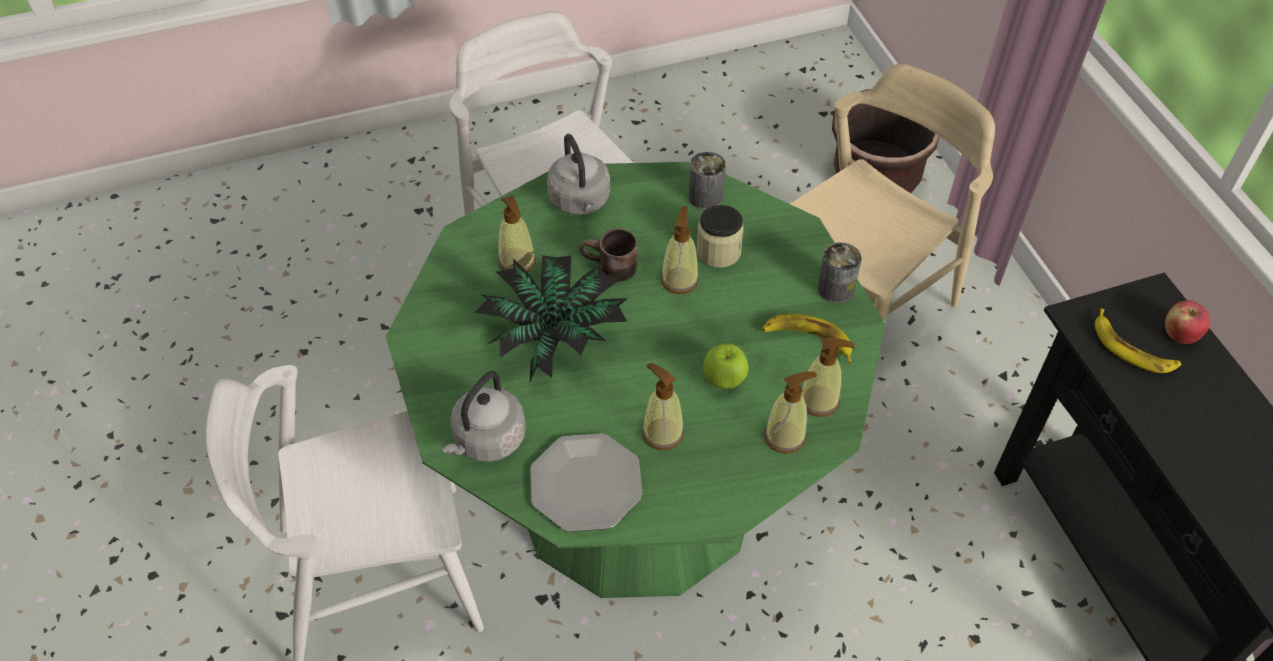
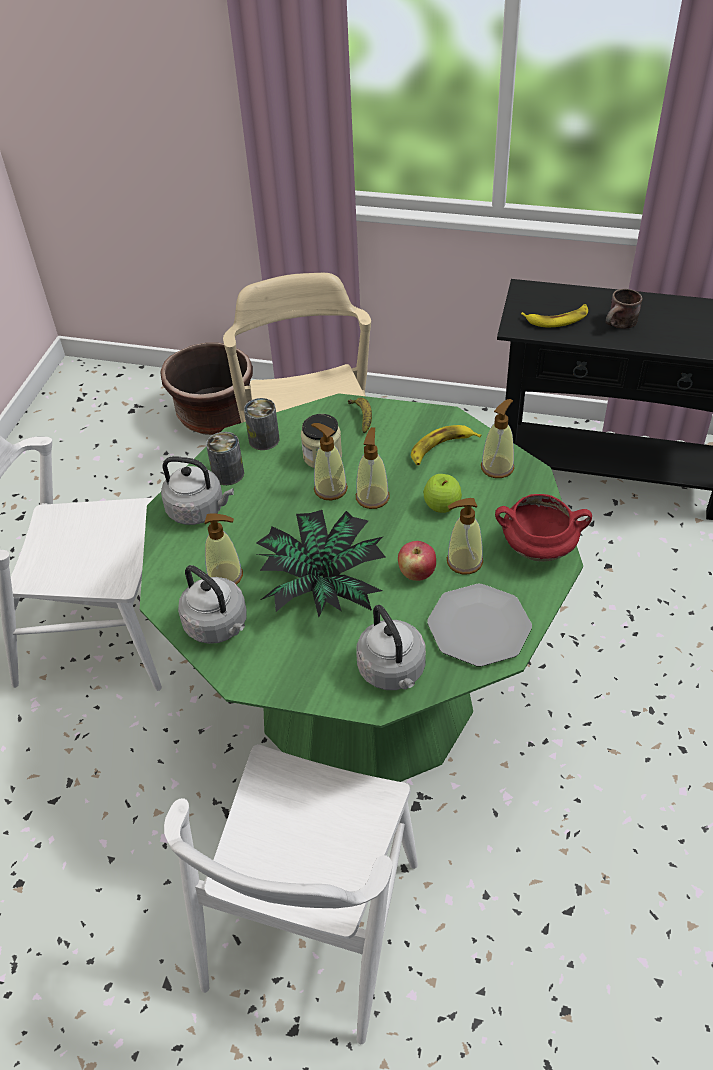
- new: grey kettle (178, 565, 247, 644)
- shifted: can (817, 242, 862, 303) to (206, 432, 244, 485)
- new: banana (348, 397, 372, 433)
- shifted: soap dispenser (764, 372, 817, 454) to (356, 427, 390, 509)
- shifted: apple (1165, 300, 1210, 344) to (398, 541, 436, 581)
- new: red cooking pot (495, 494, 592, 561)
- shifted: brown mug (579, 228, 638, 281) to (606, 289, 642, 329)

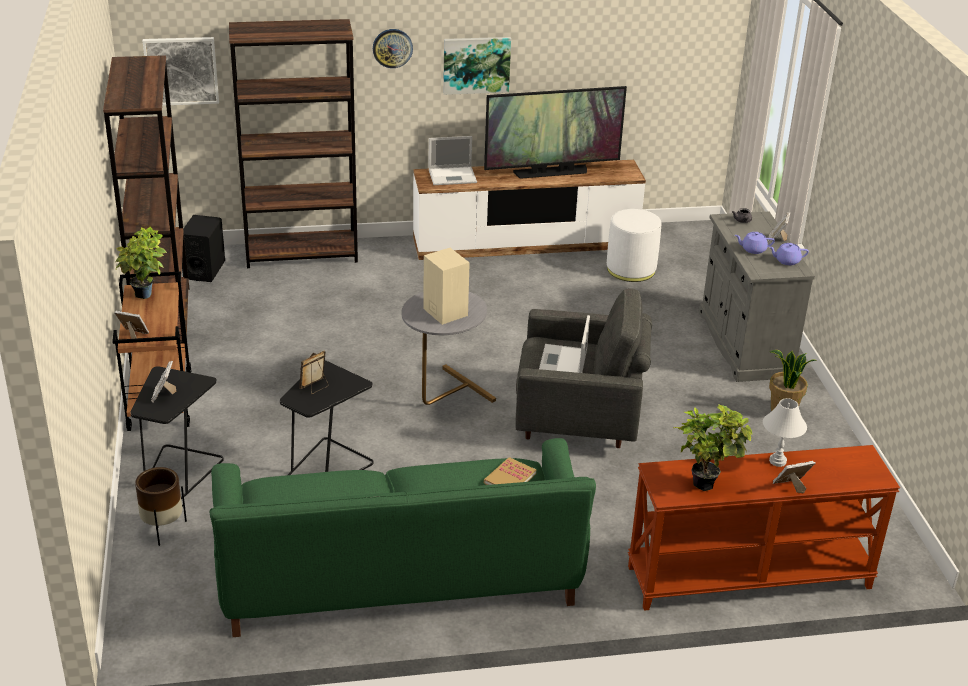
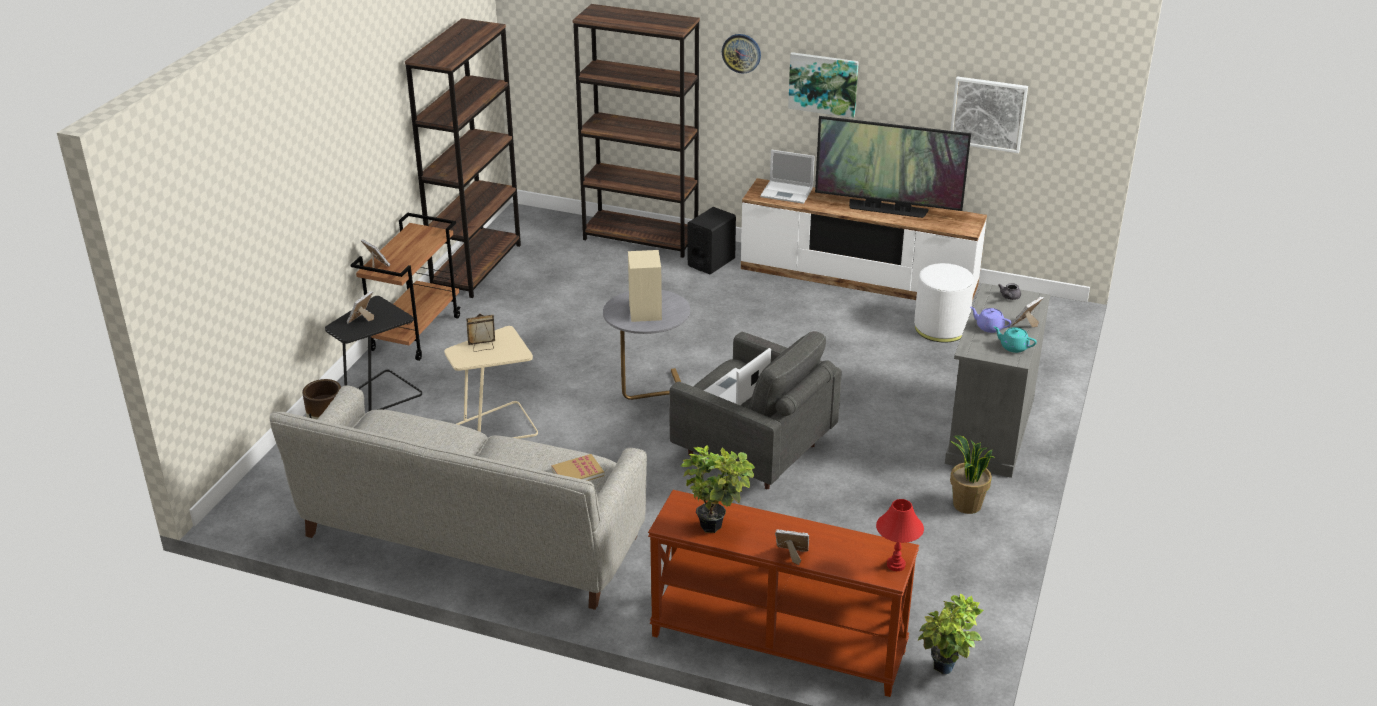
- repainted: green sofa (210, 438, 596, 637) to grey sofa (269, 385, 647, 610)
- repainted: black side table (280, 360, 374, 475) to beige side table (444, 326, 538, 439)
- shifted: black speaker (182, 215, 225, 282) to (688, 207, 736, 274)
- new: red table lamp (876, 499, 924, 571)
- shifted: potted plant (115, 227, 167, 299) to (918, 593, 983, 674)
- shifted: picture (143, 37, 219, 106) to (950, 76, 1028, 153)
- repainted: purple teapot (769, 243, 809, 265) to turquoise teapot (993, 326, 1037, 353)
- gone: white table lamp (763, 398, 807, 467)

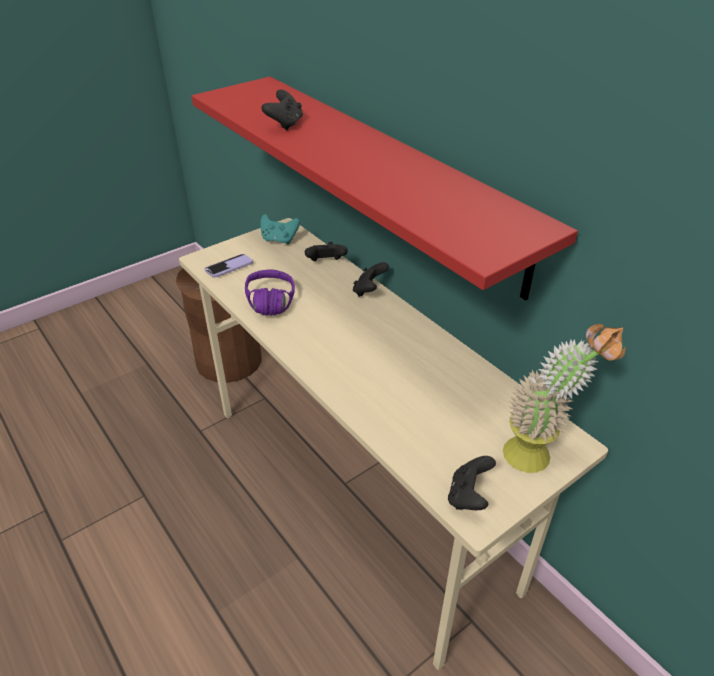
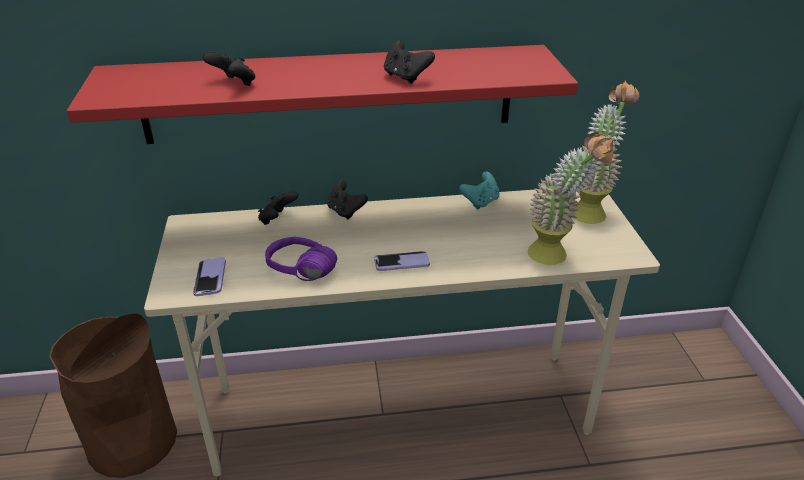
- new: phone (374, 251, 430, 271)
- shifted: black game controller (448, 456, 496, 510) to (384, 40, 435, 84)
- shifted: turquoise game controller (260, 214, 300, 244) to (459, 171, 500, 210)
- new: potted plant (527, 132, 615, 265)

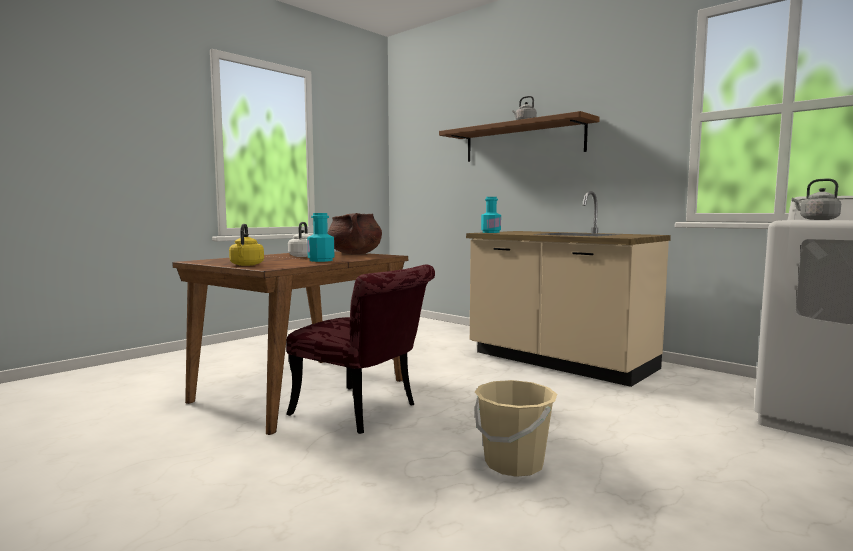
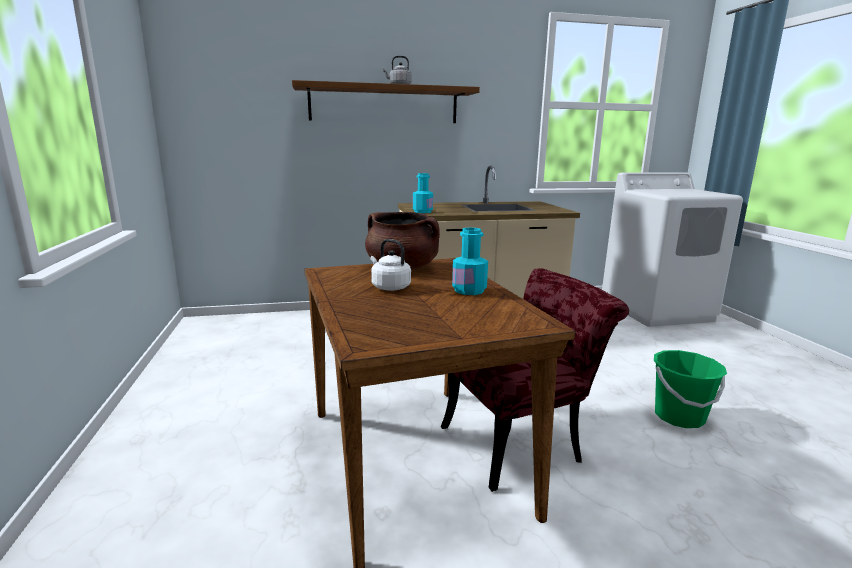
- repainted: beige bucket (475, 380, 557, 477) to green bucket (654, 350, 727, 428)
- gone: yellow kettle (229, 224, 264, 266)
- gone: grey kettle (792, 179, 841, 220)

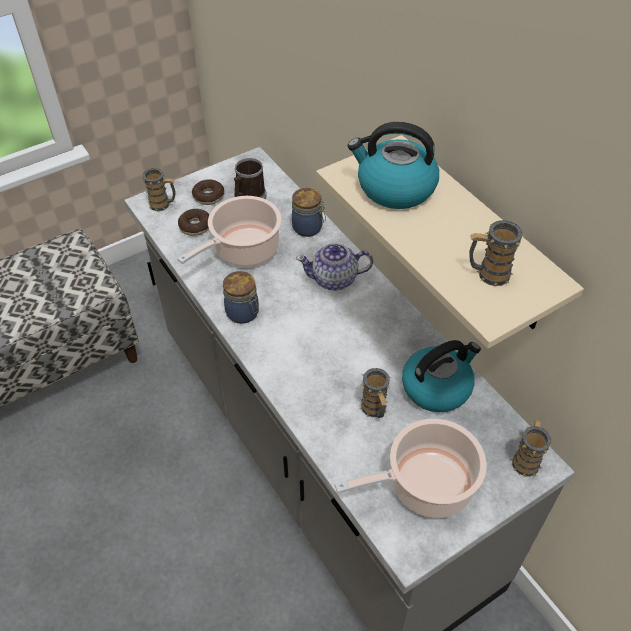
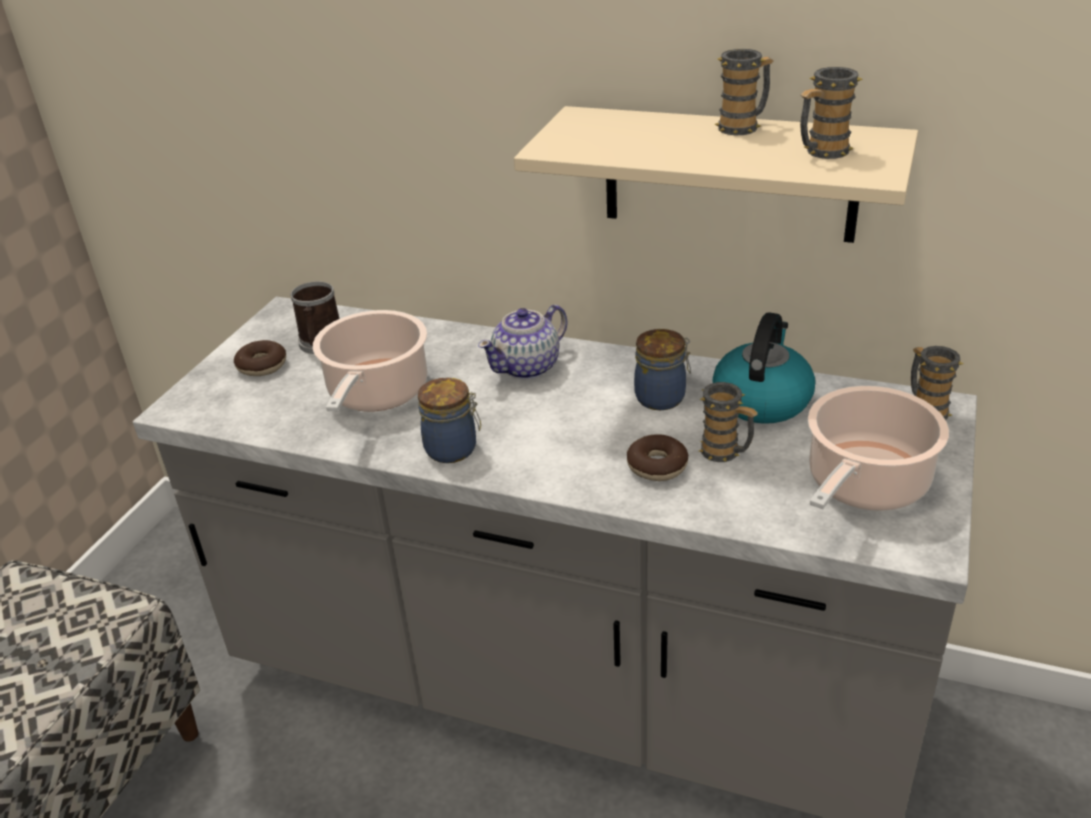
- shifted: donut (178, 209, 209, 236) to (627, 435, 688, 481)
- shifted: jar (292, 188, 326, 237) to (634, 329, 691, 410)
- shifted: mug (141, 168, 175, 211) to (715, 49, 774, 135)
- gone: kettle (348, 122, 439, 209)

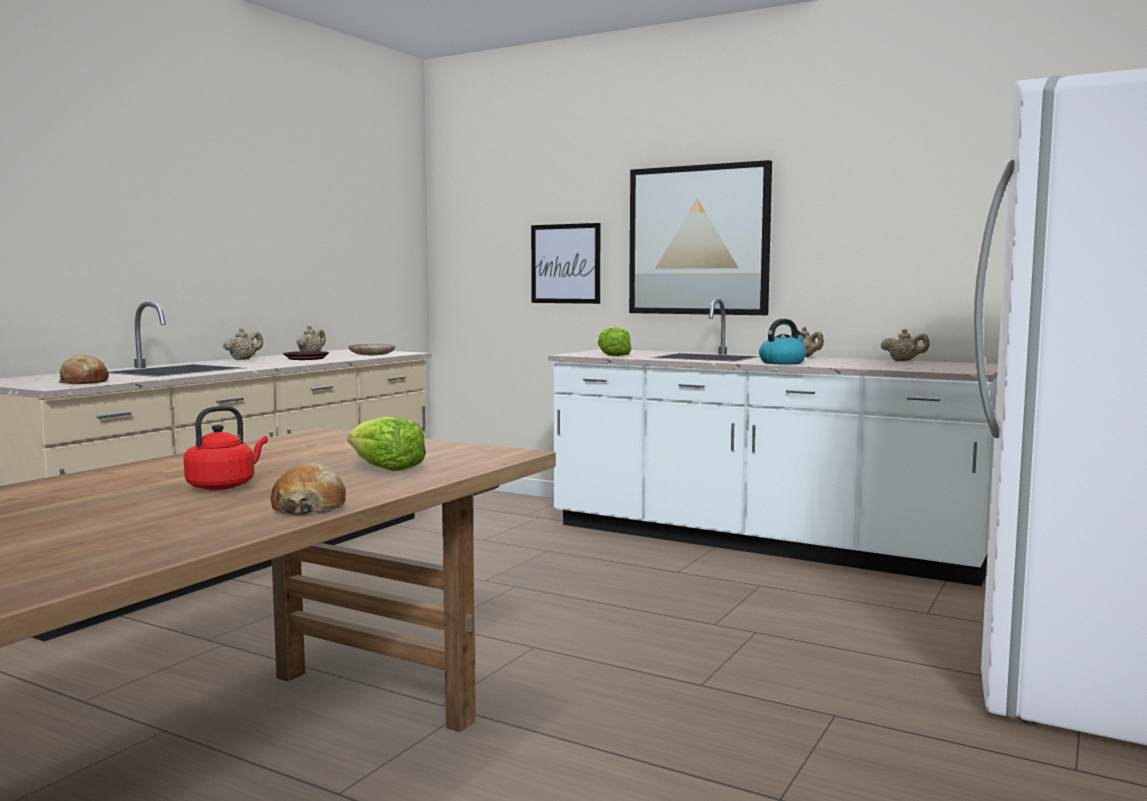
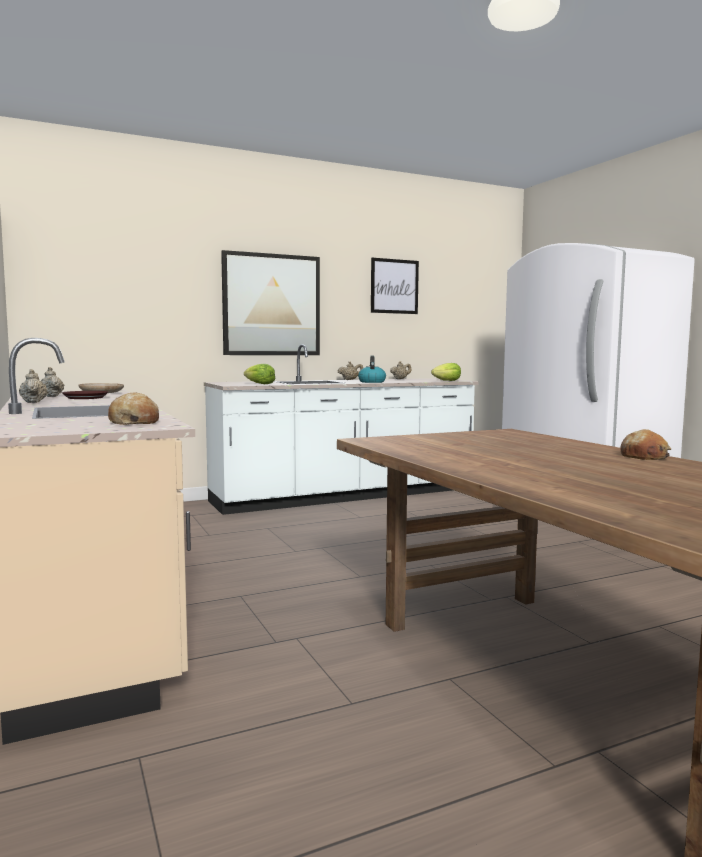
- shifted: picture (531, 223, 601, 304) to (371, 258, 419, 314)
- shifted: lettuce (348, 416, 426, 471) to (431, 363, 461, 381)
- gone: red kettle (184, 406, 268, 490)

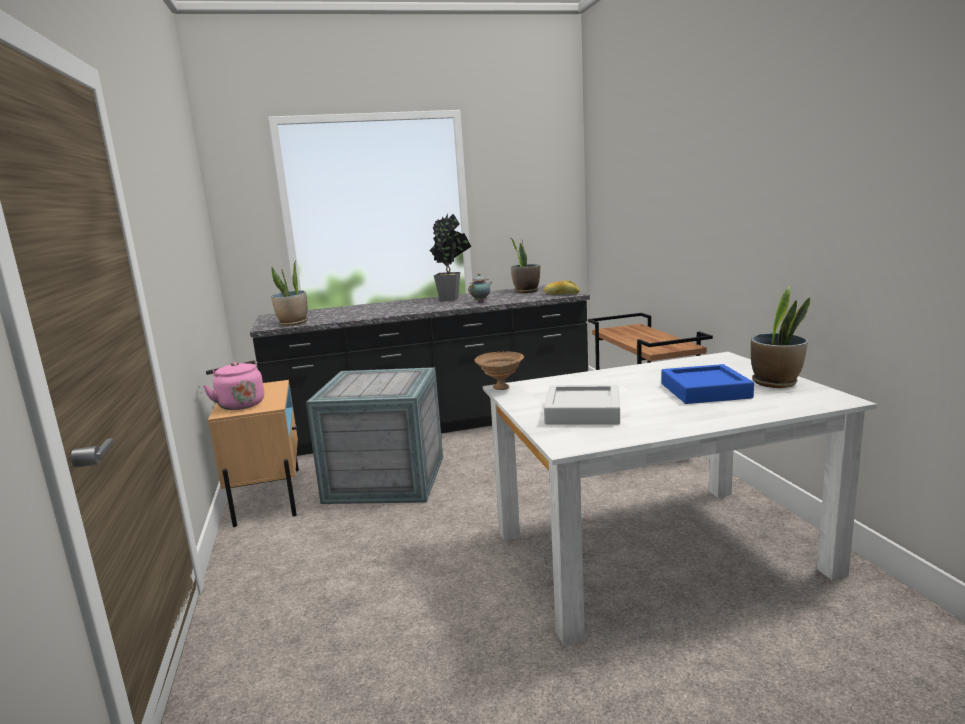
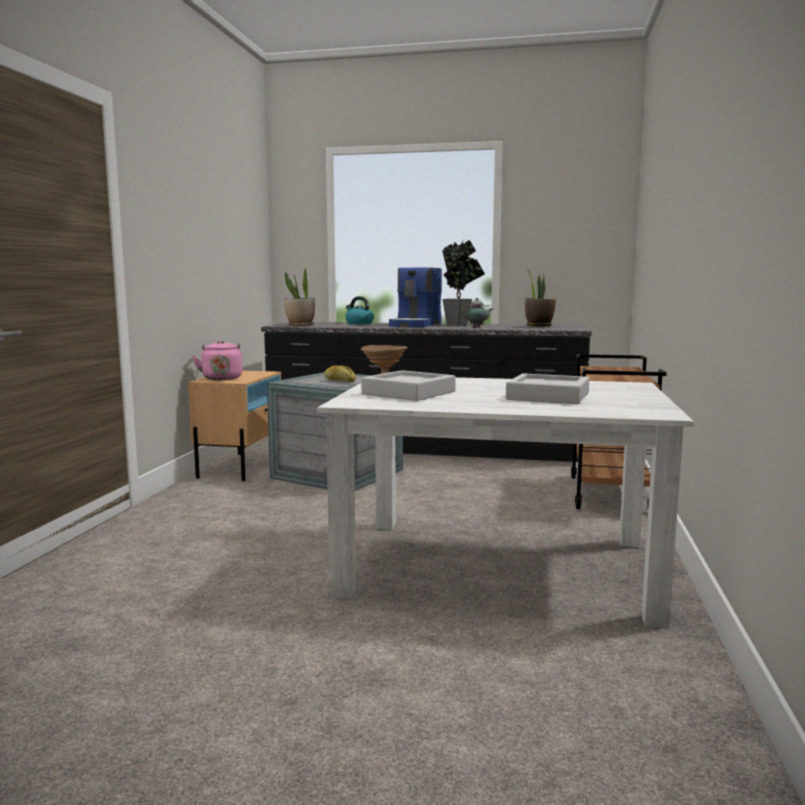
- shifted: bread (544, 281, 579, 295) to (324, 365, 356, 382)
- new: kettle (346, 296, 374, 324)
- new: coffee machine (389, 267, 442, 327)
- repainted: blue tray (661, 364, 754, 404) to grey tray (506, 373, 589, 404)
- gone: potted plant (751, 286, 811, 388)

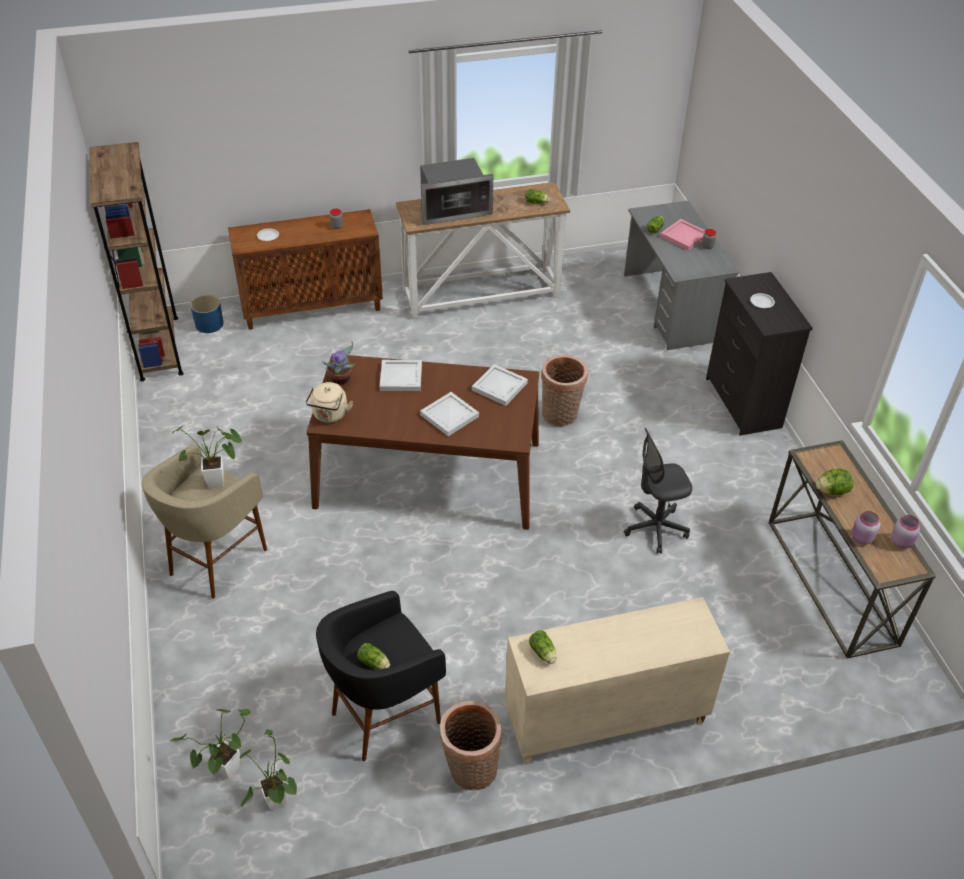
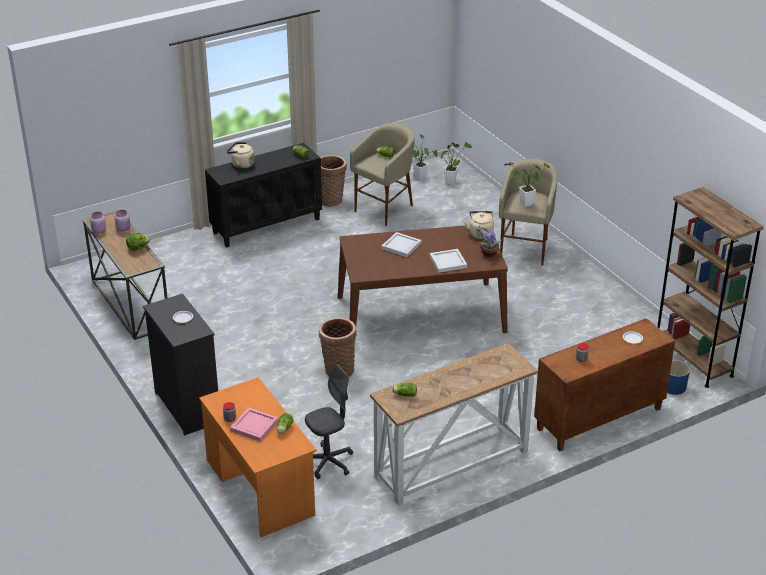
- repainted: grey desk (624, 201, 739, 350) to orange desk (199, 377, 317, 537)
- repainted: beige cabinet (505, 597, 730, 765) to black cabinet (205, 143, 322, 248)
- new: beige kettle (227, 142, 254, 169)
- shifted: grey office chair (624, 428, 692, 554) to (305, 365, 353, 479)
- repainted: black stool (316, 591, 446, 761) to beige stool (350, 123, 415, 226)
- gone: microwave (420, 158, 493, 225)
- gone: white tray (472, 364, 528, 406)

